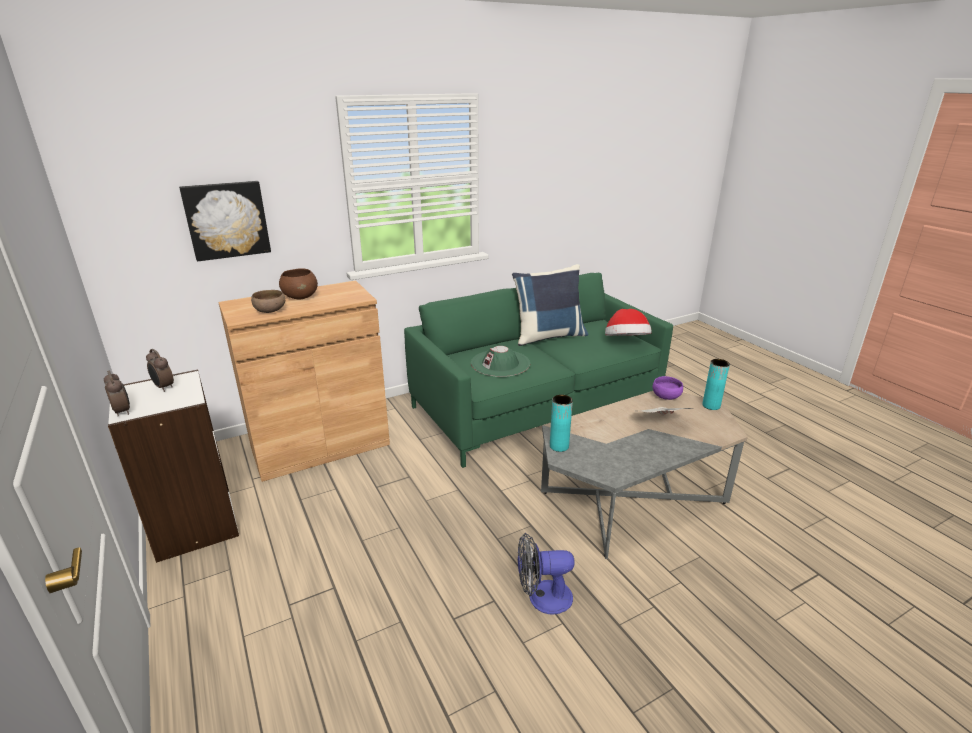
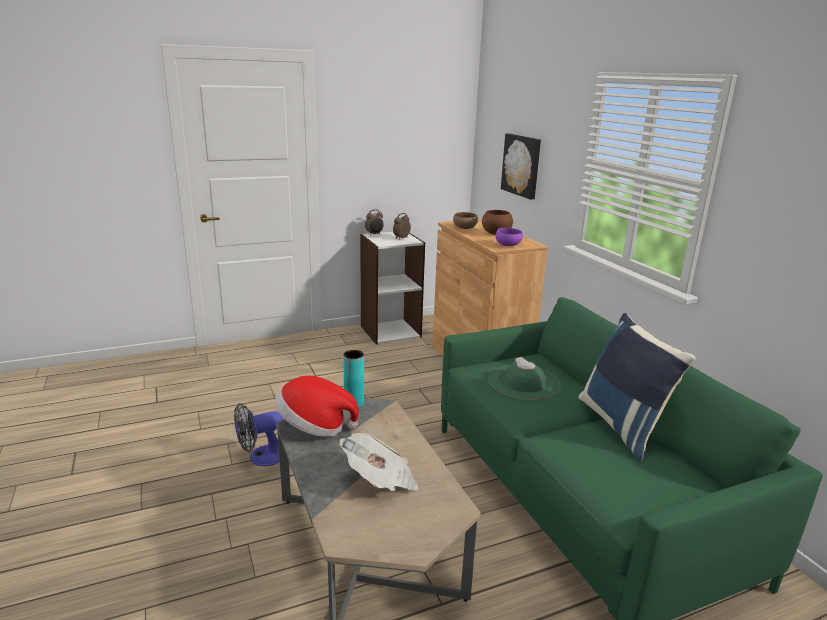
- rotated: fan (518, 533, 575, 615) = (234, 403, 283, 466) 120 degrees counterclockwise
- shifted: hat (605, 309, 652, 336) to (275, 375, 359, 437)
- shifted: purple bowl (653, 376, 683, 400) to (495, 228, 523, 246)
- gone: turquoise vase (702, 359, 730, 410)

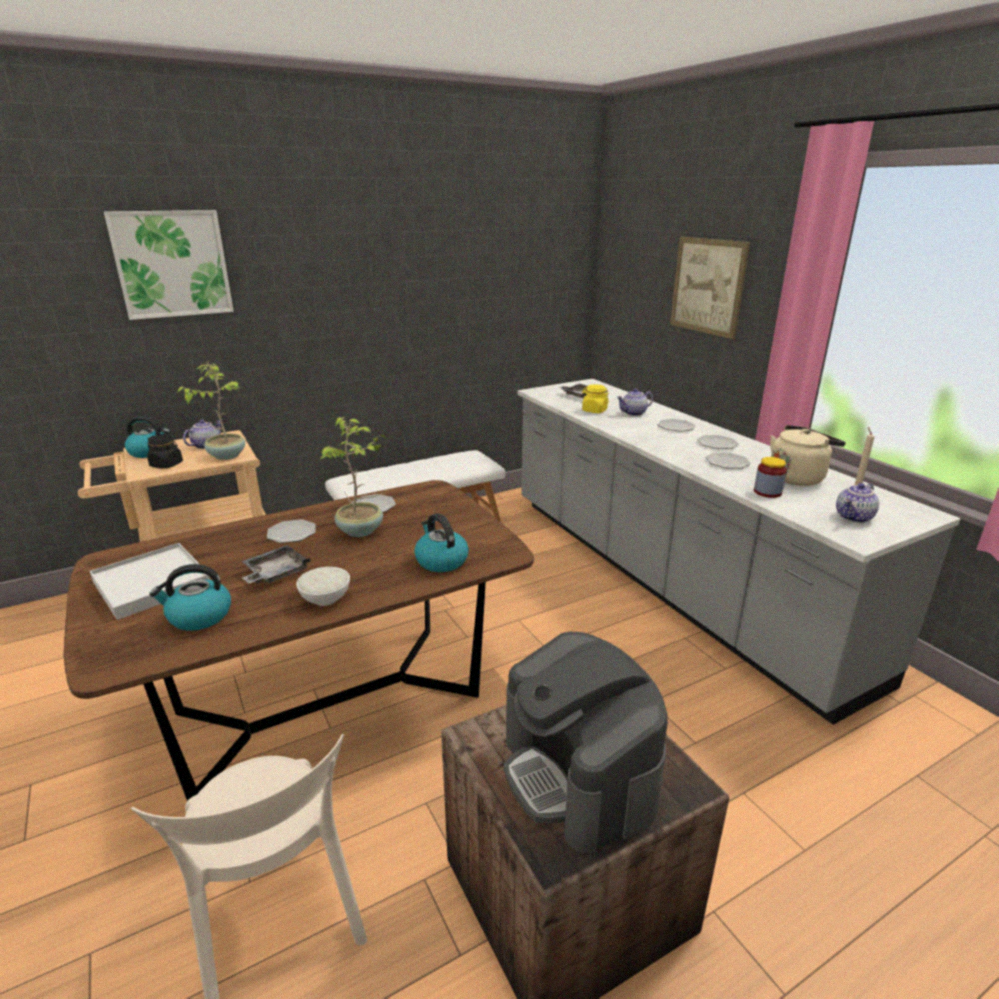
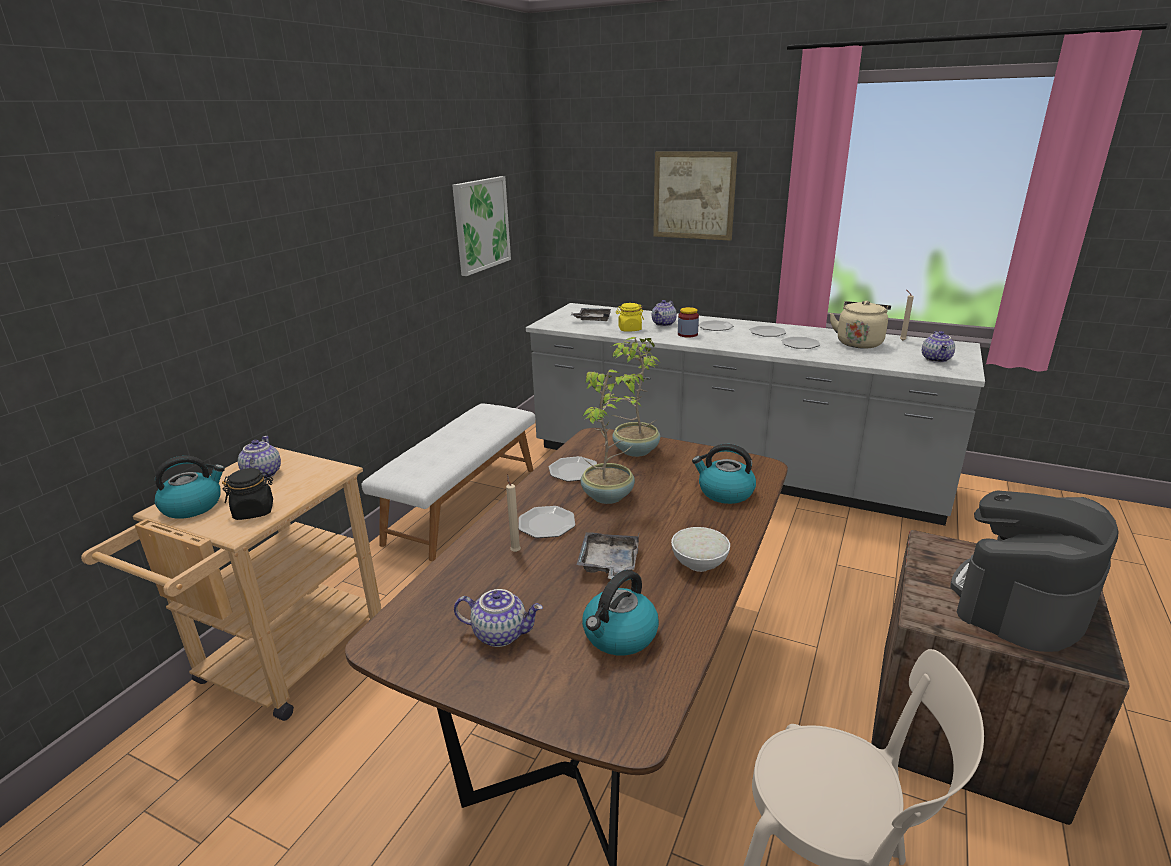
- shifted: picture (104, 210, 234, 320) to (452, 176, 511, 276)
- swapped: white tray (90, 543, 210, 620) to teapot (454, 589, 543, 647)
- new: beige candle (506, 474, 521, 552)
- shifted: potted plant (177, 361, 245, 460) to (610, 337, 660, 457)
- shifted: jar (754, 457, 787, 498) to (678, 307, 699, 338)
- rotated: coffee machine (504, 632, 668, 854) = (950, 491, 1118, 652) 105 degrees clockwise

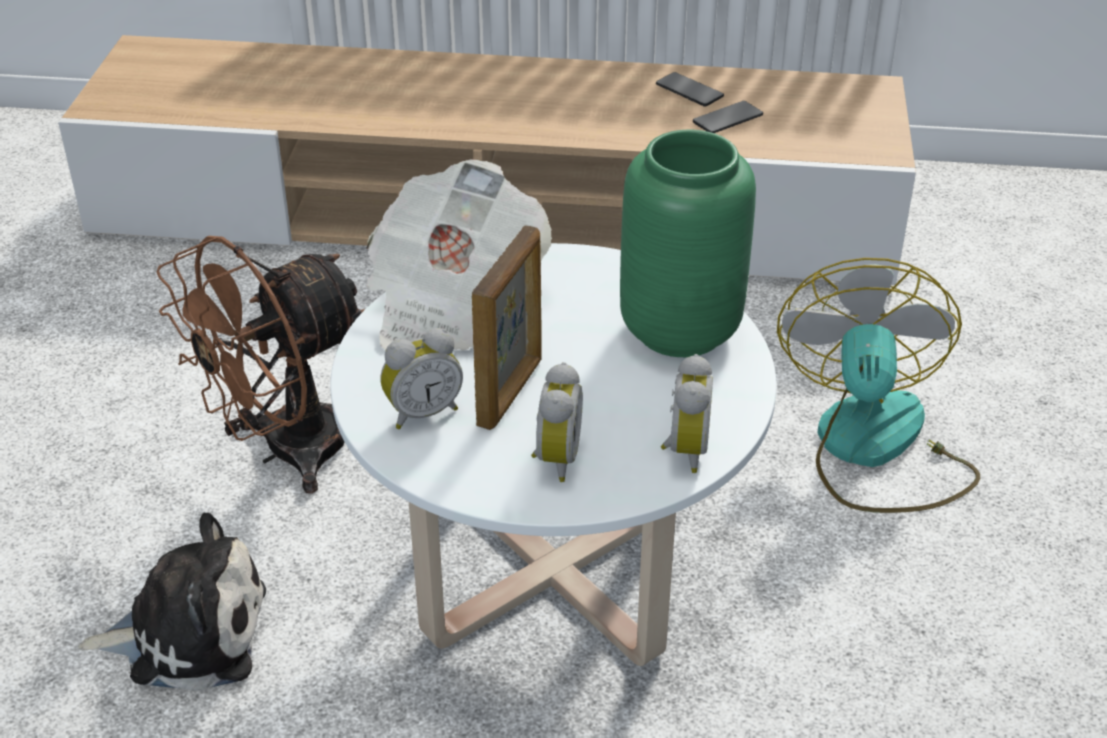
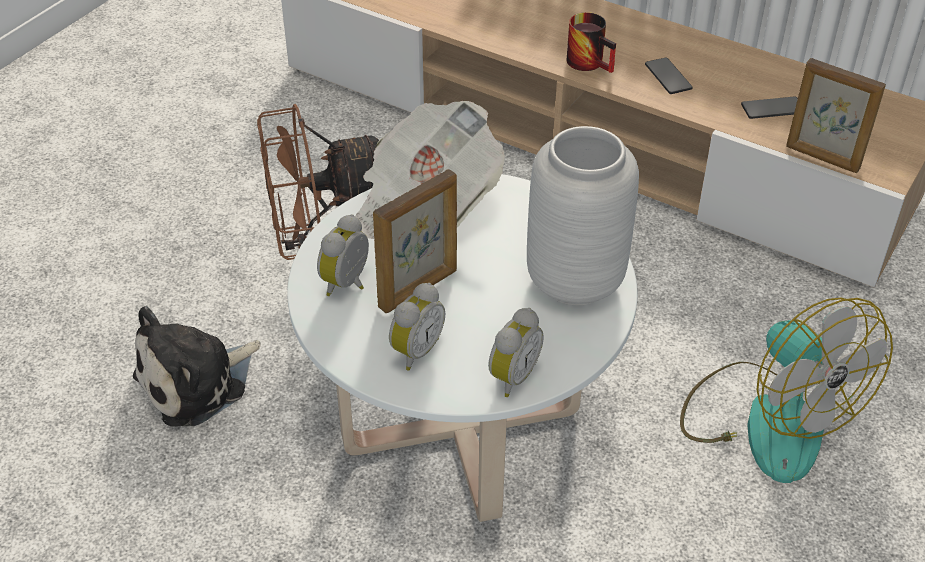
- rotated: plush toy (78, 513, 266, 691) = (133, 306, 261, 427) 120 degrees clockwise
- rotated: alarm clock (380, 328, 463, 429) = (317, 214, 369, 296) 120 degrees clockwise
- repainted: green vase (620, 130, 756, 357) to grey vase (527, 126, 639, 306)
- new: mug (567, 12, 616, 73)
- shifted: phone (656, 72, 724, 107) to (645, 58, 693, 94)
- rotated: fan (777, 258, 980, 513) = (680, 298, 893, 483) 120 degrees clockwise
- new: picture frame (786, 58, 886, 173)

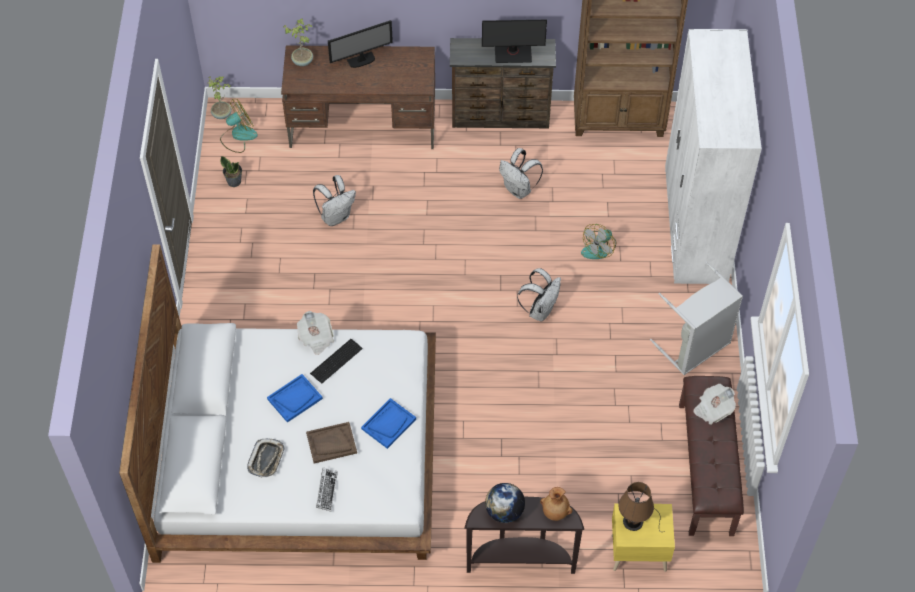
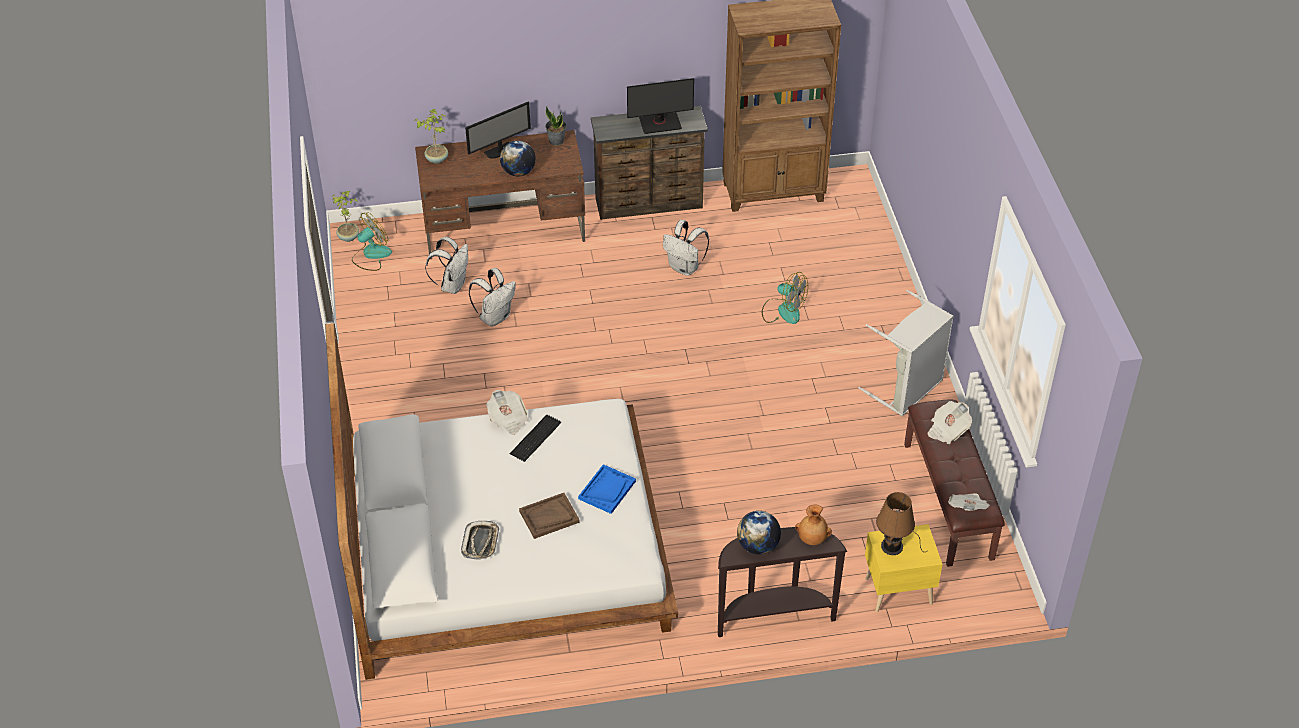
- shifted: white backpack (517, 268, 561, 322) to (425, 237, 468, 294)
- new: globe (500, 141, 536, 176)
- shifted: potted plant (220, 156, 242, 187) to (545, 106, 566, 146)
- rotated: fan (581, 224, 616, 259) = (762, 272, 808, 324) 90 degrees counterclockwise
- new: newspaper (948, 493, 990, 511)
- gone: blue tray (267, 374, 323, 423)
- gone: keyboard (316, 467, 338, 512)
- gone: white wardrobe (665, 29, 762, 284)

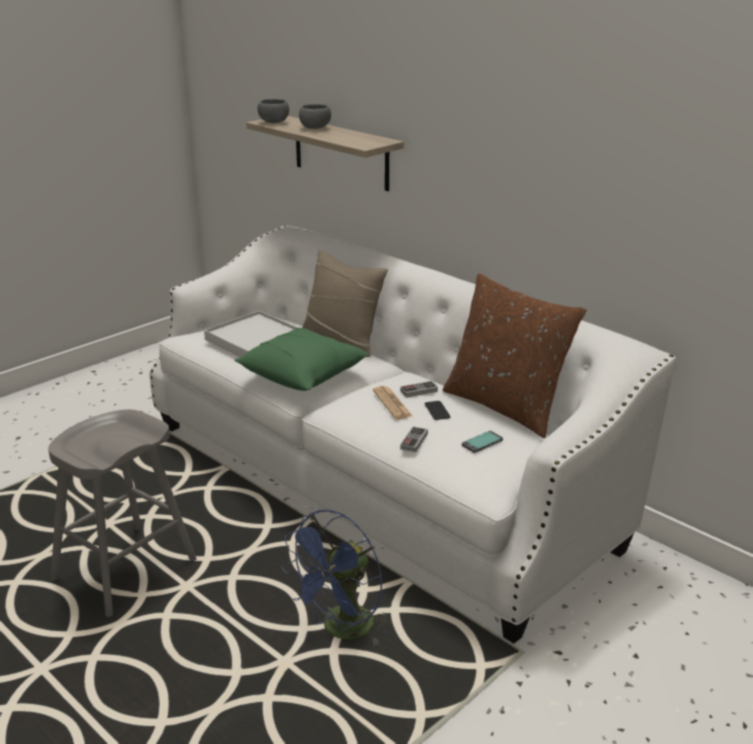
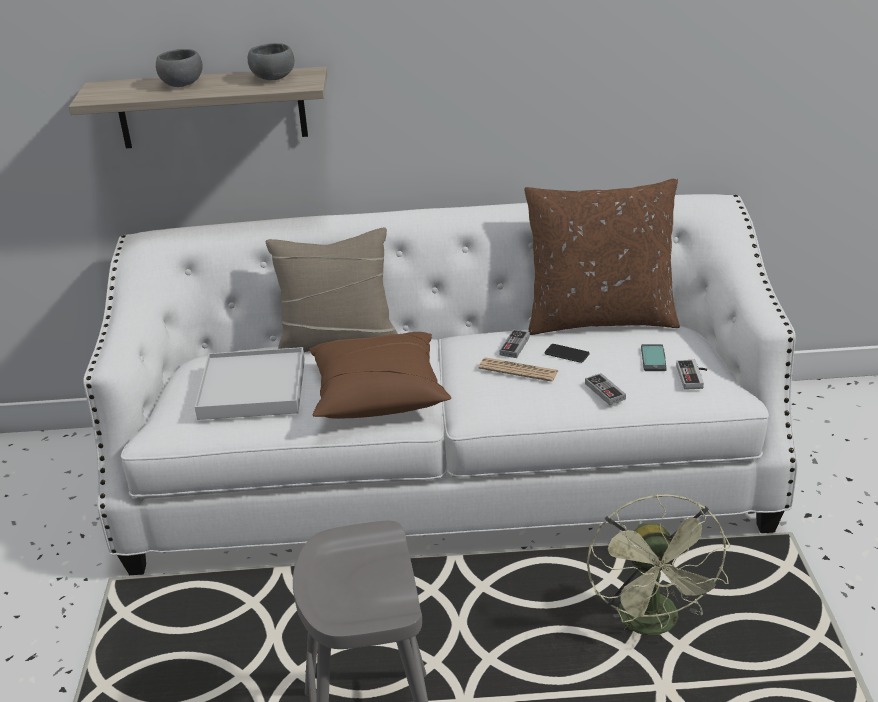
- shifted: grey bowl (258, 99, 289, 123) to (248, 43, 294, 80)
- repainted: green pillow (235, 328, 370, 391) to brown pillow (309, 332, 451, 419)
- repainted: blue fan (281, 510, 387, 646) to green fan (587, 494, 730, 635)
- new: game controller (676, 360, 707, 390)

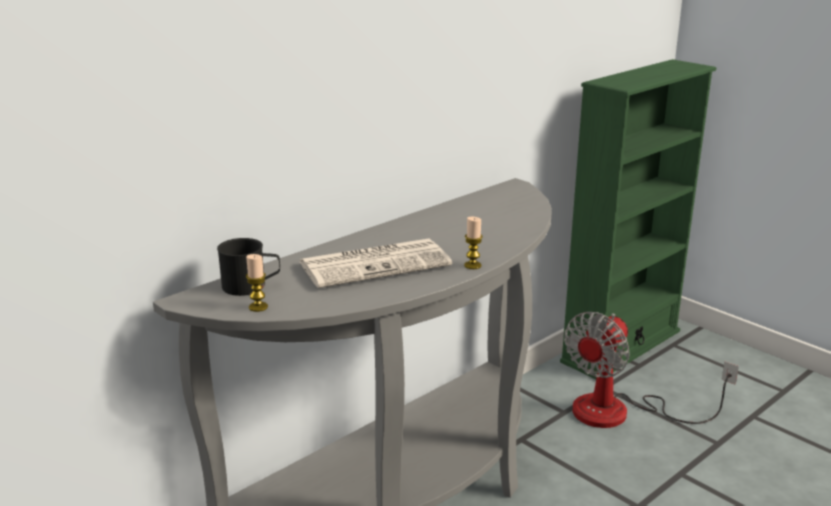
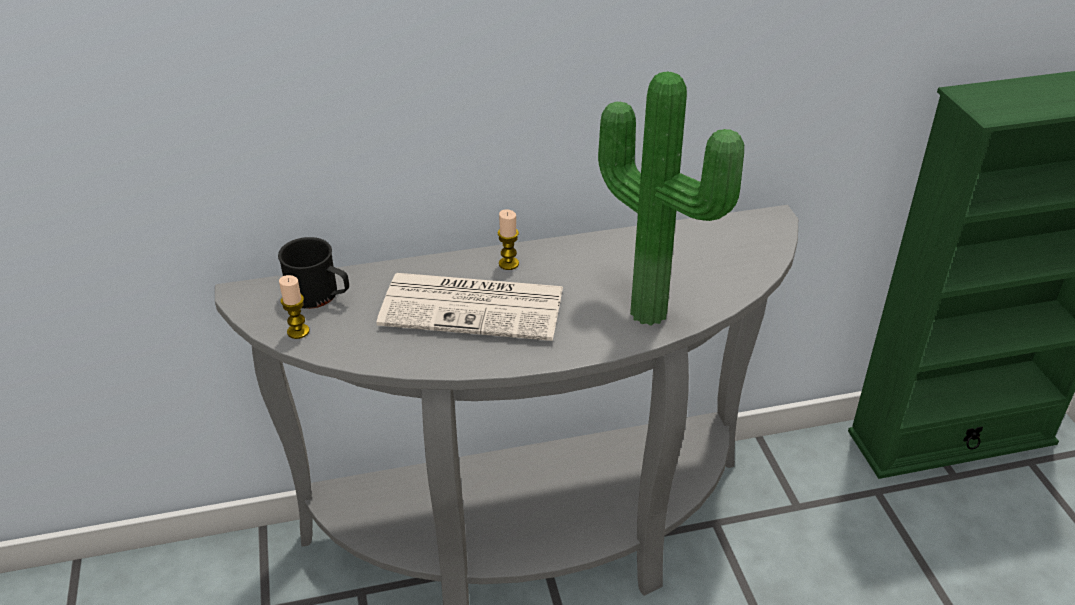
- shifted: candle (464, 217, 483, 269) to (497, 209, 519, 270)
- new: potted plant (598, 71, 744, 325)
- gone: fan (564, 312, 739, 428)

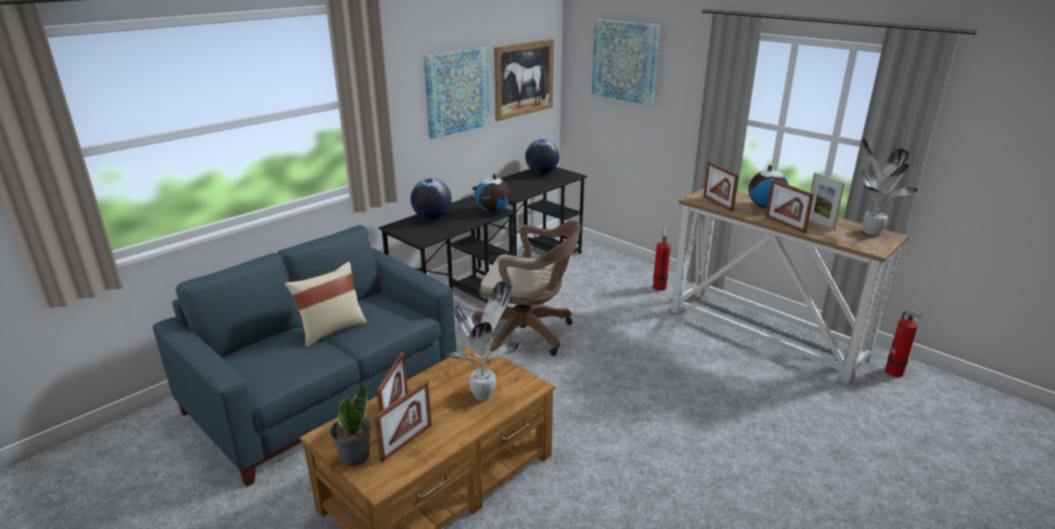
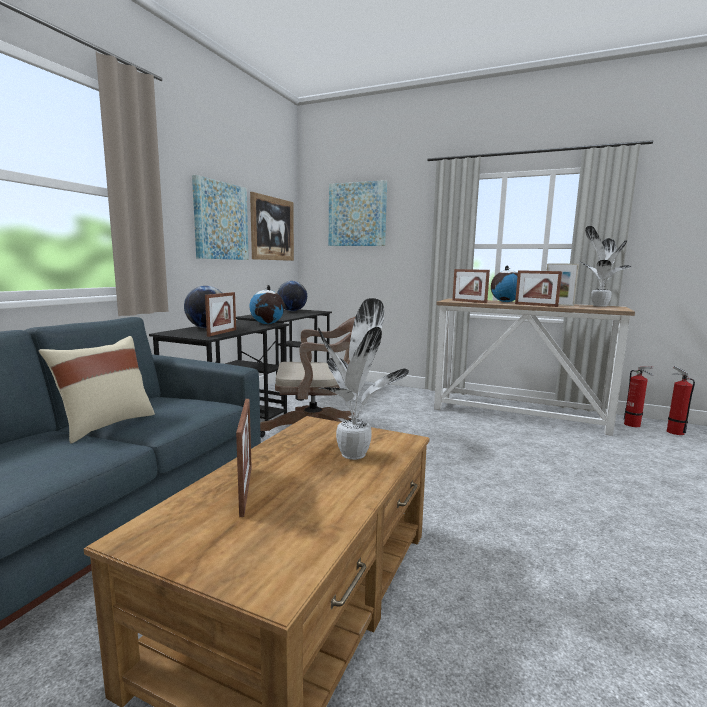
- shifted: picture frame (374, 381, 432, 463) to (205, 292, 236, 337)
- shifted: fire extinguisher (653, 228, 671, 291) to (667, 366, 695, 435)
- gone: potted plant (330, 381, 371, 467)

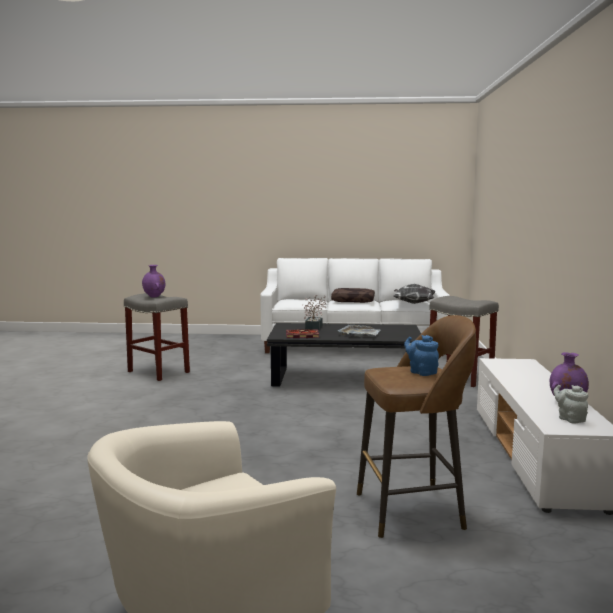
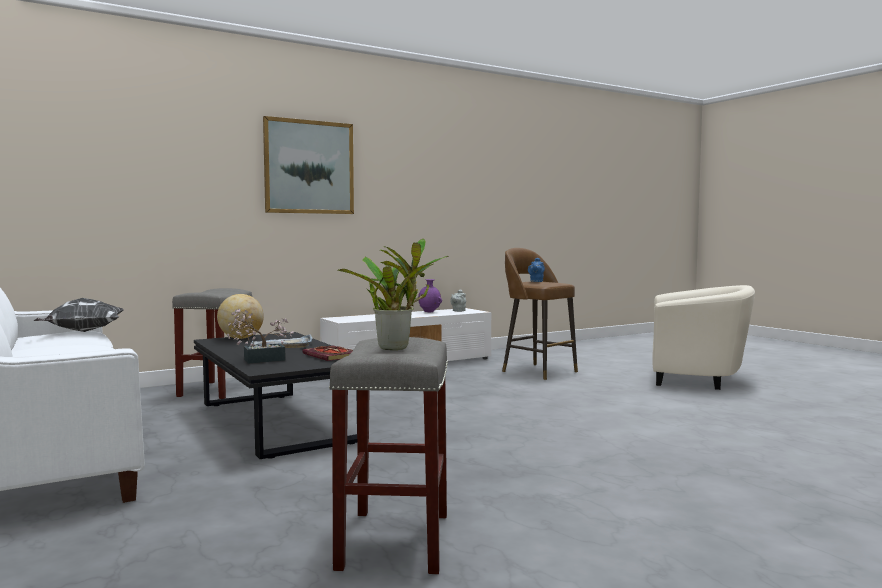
- new: globe (217, 294, 264, 339)
- new: picture (263, 116, 354, 214)
- swapped: purple vase (142, 265, 165, 298) to potted plant (338, 239, 448, 350)
- gone: brown pillow (331, 288, 375, 303)

